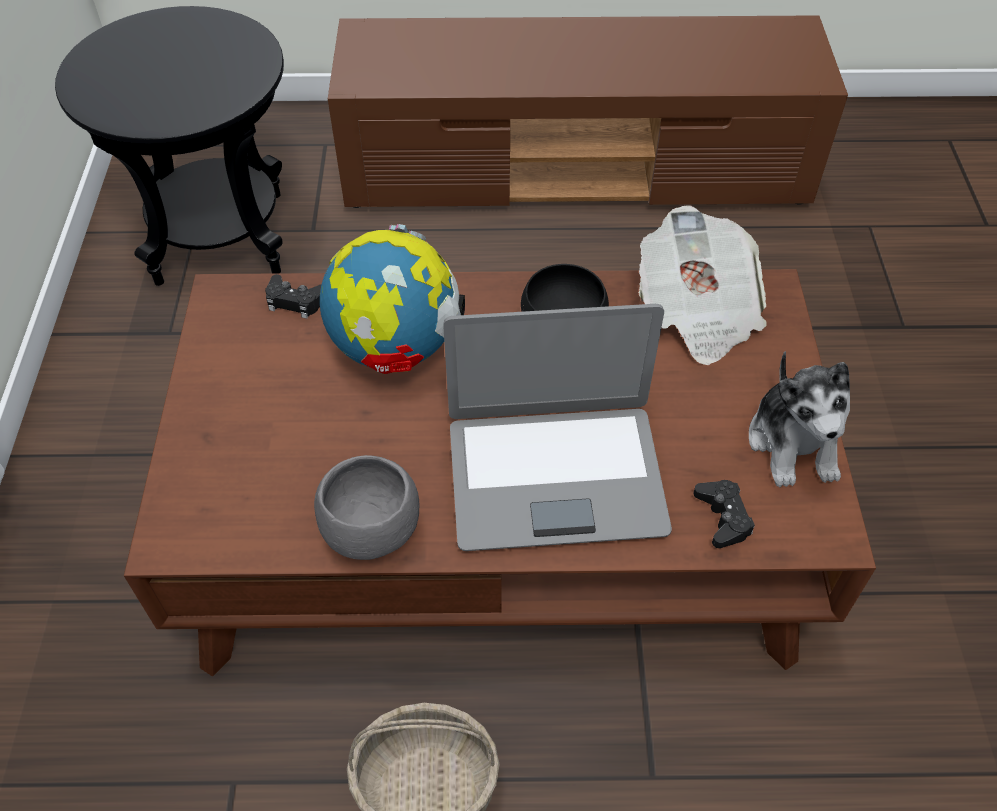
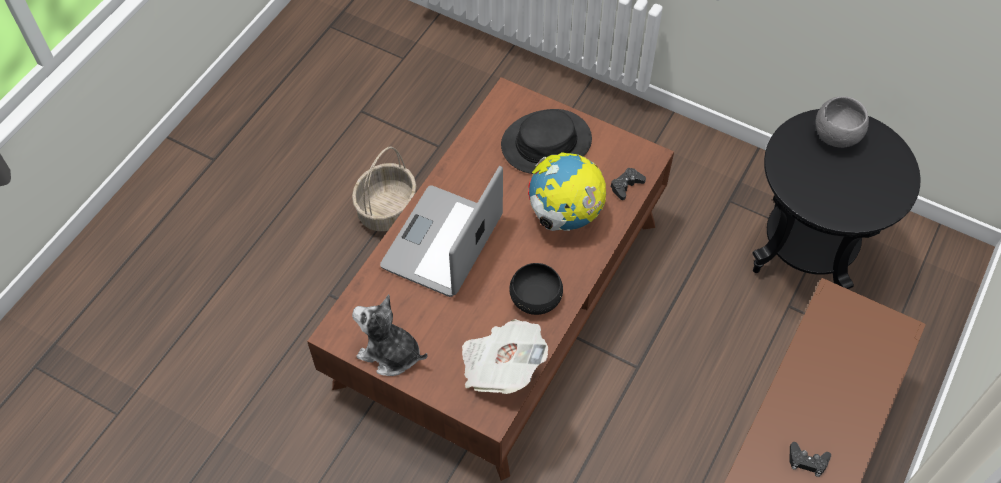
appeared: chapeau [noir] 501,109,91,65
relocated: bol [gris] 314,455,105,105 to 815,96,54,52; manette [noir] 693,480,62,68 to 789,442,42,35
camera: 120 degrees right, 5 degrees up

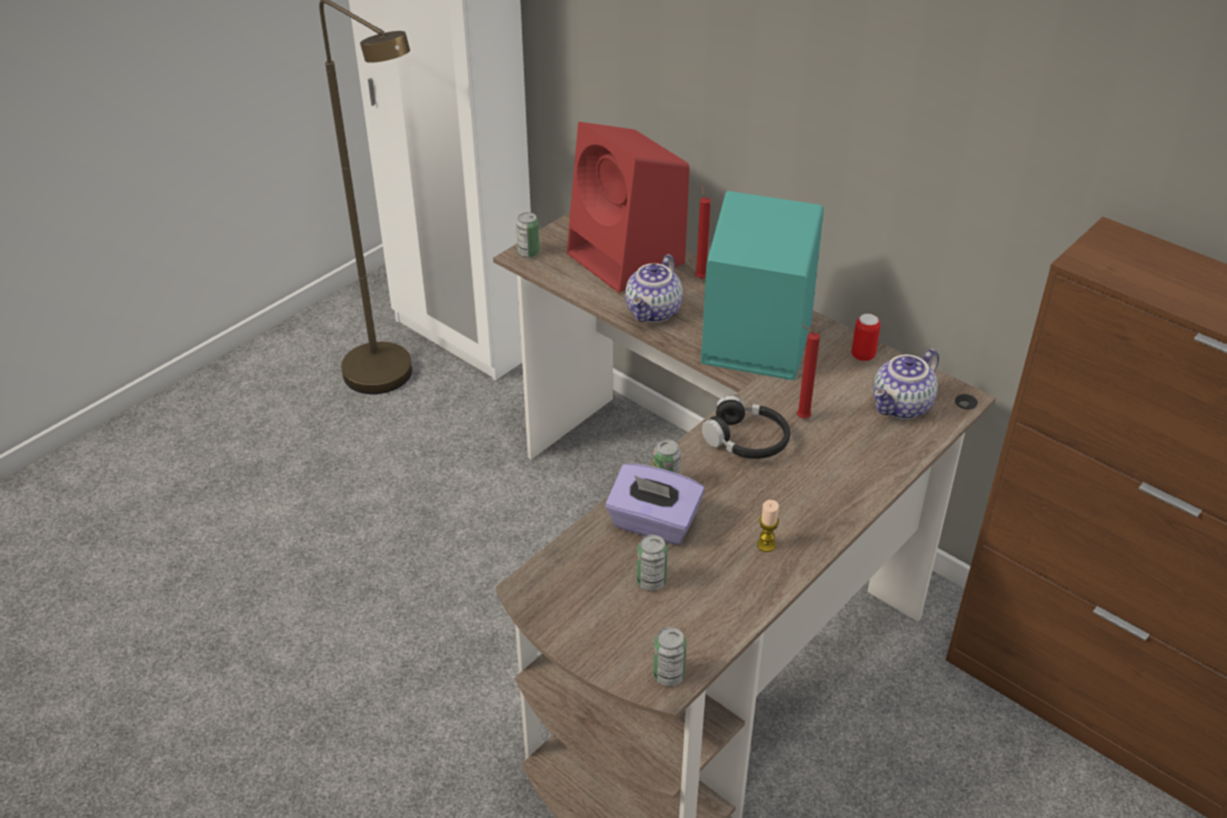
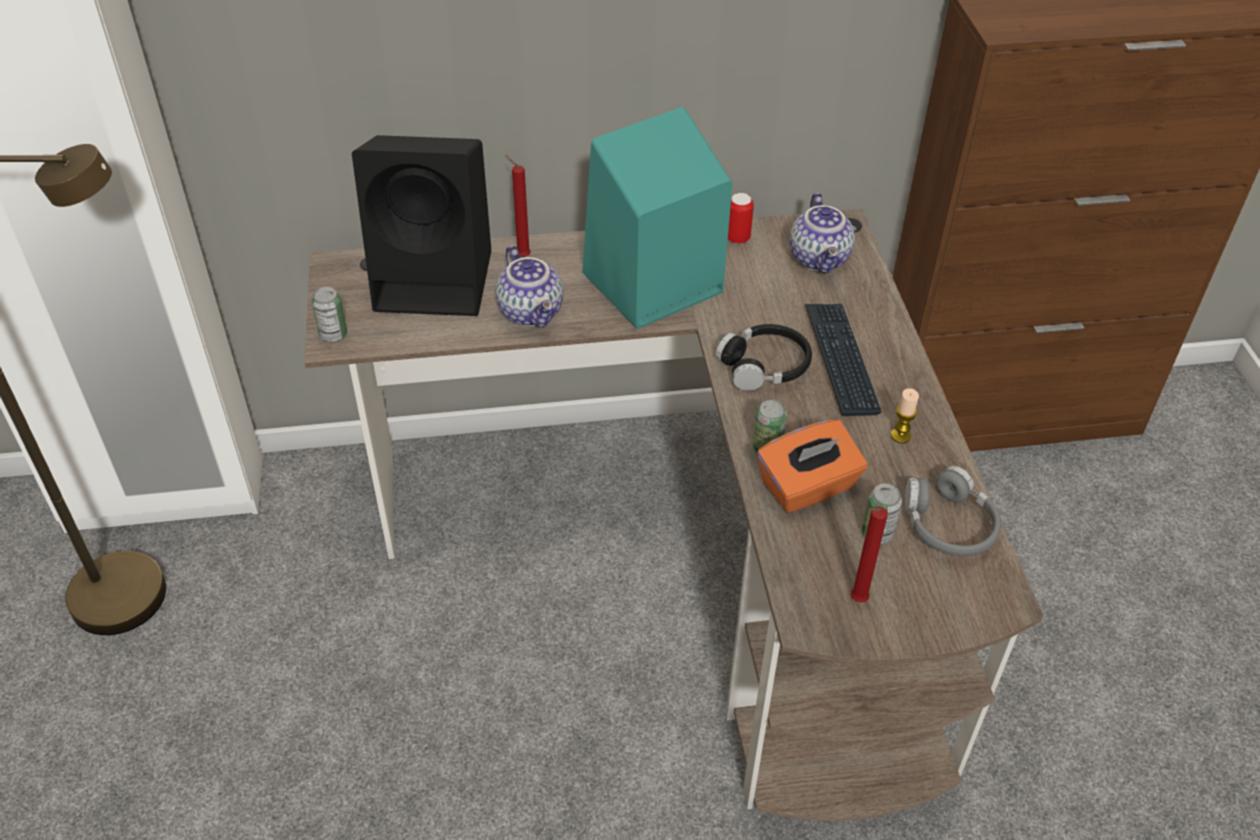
missing: boîte métallique 653,627,34,59
appeared: clavier 805,304,77,112; casque audio [gris] 905,466,96,90
relocated: bougie [rouge] 797,324,23,94 to 851,506,37,97
colour: enceinte [rouge] 567,122,123,171 to enceinte [noir] 352,135,139,181; boîte à mouchoirs [violet] 605,464,100,81 to boîte à mouchoirs [orange] 757,420,110,93
camera: 50 degrees left, 5 degrees up

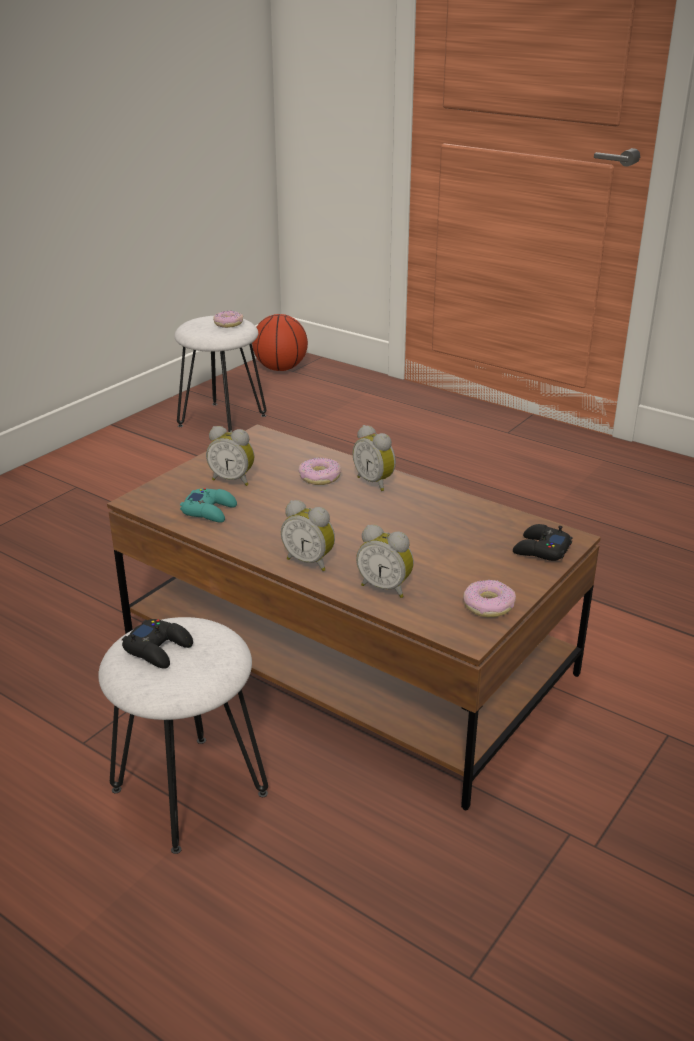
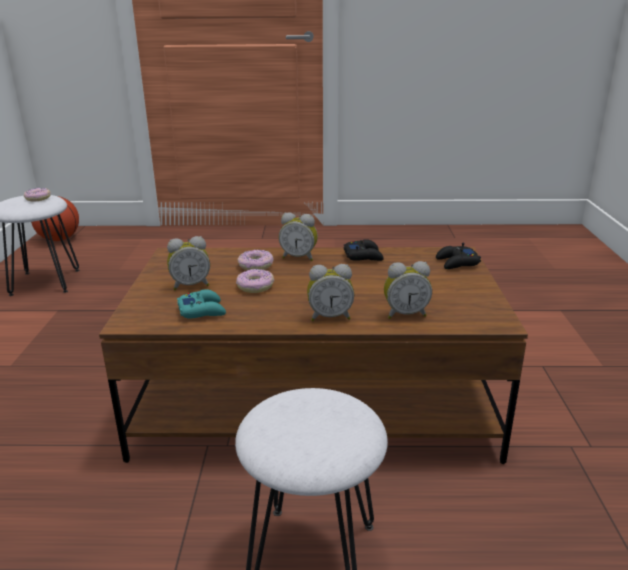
relocated: manette [noir] 122,619,71,50 to 344,239,40,22; beignet 463,580,53,37 to 236,269,38,24
camera: 35 degrees left, 5 degrees down

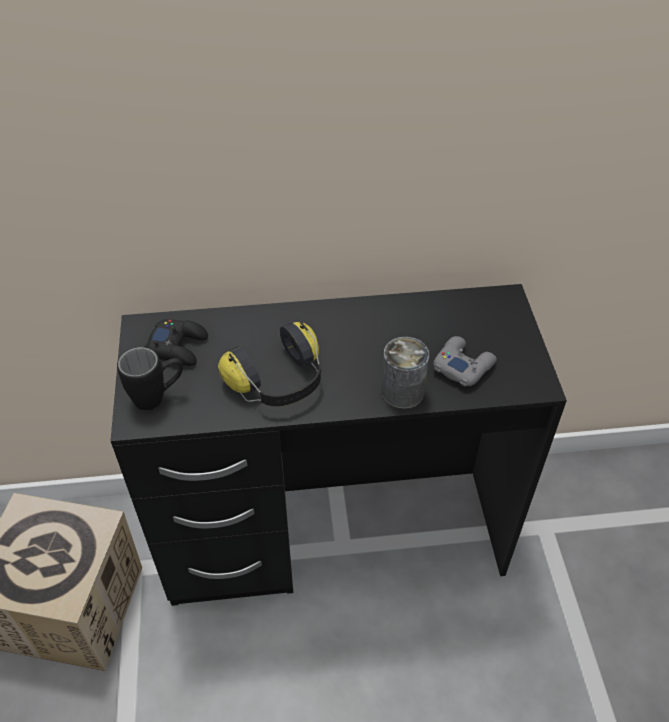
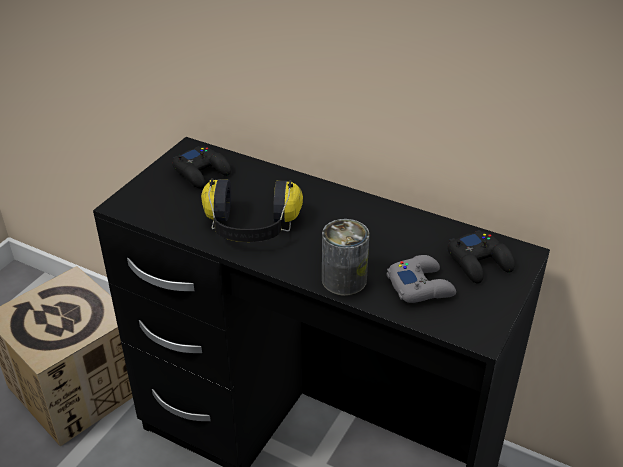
missing: mug [noir] 117,347,66,64
appeared: manette [noir] 447,230,68,54
camera: 35 degrees right, 10 degrees down

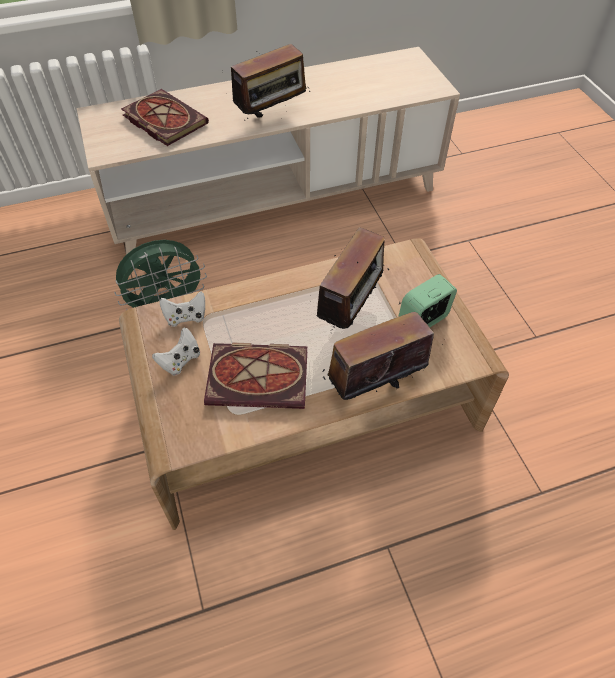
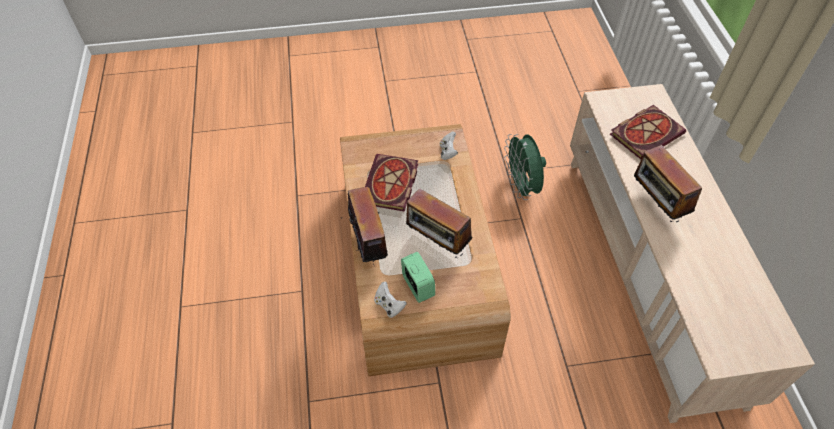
relocated: manette [blanc] 152,328,48,47 to 374,282,33,36
camera: 100 degrees right, 0 degrees up

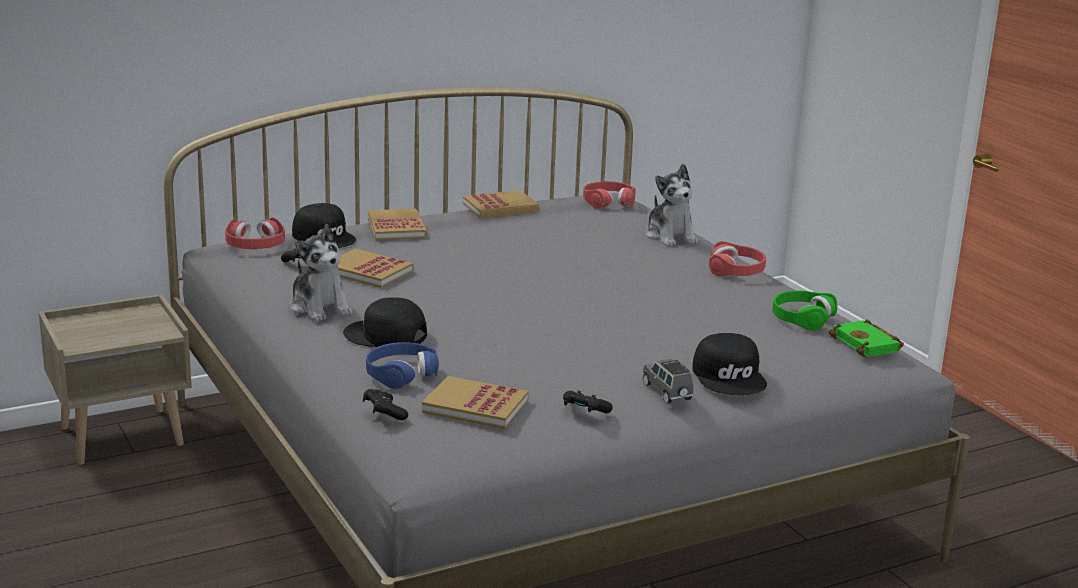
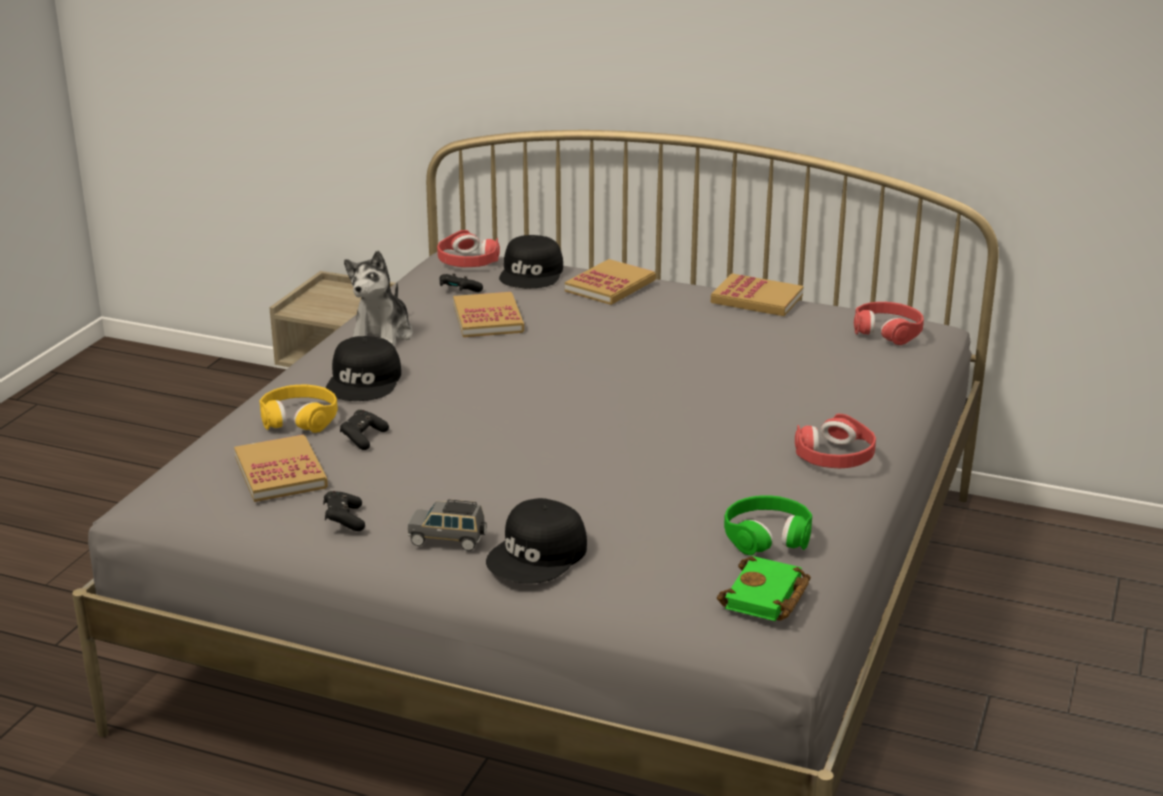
missing: peluche 646,164,52,83
relocated: manette [noir] 363,389,45,31 to 340,410,49,40
colour: casque audio [bleu] 366,342,73,47 to casque audio [jaune] 260,385,78,48
spun: casquette [noir] 343,297,84,50 = 326,336,75,65 150 degrees counterclockwise; petite voiture [gris] 642,359,51,45 = 408,499,79,52 105 degrees counterclockwise
camera: 50 degrees right, 5 degrees up

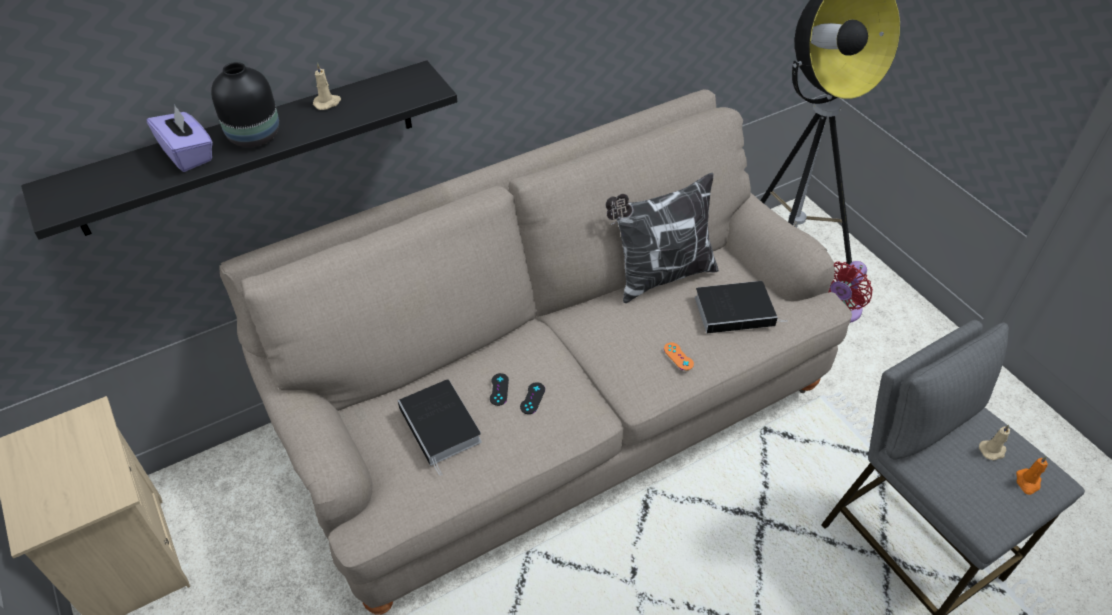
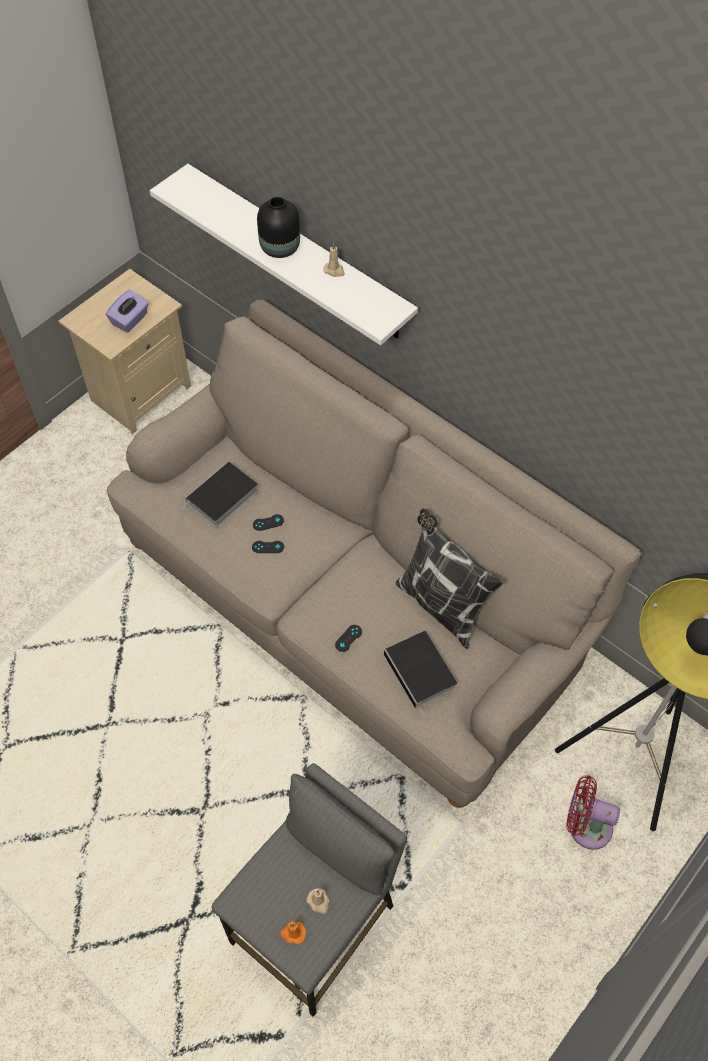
relocated: boîte à mouchoirs [violet] 147,106,66,66 to 106,290,43,43
colour: étagère [noir] 21,60,436,180 to étagère [blanc] 150,164,268,181; manette [orange] 664,342,30,28 to manette [noir] 335,625,27,27
camera: 70 degrees right, 10 degrees up

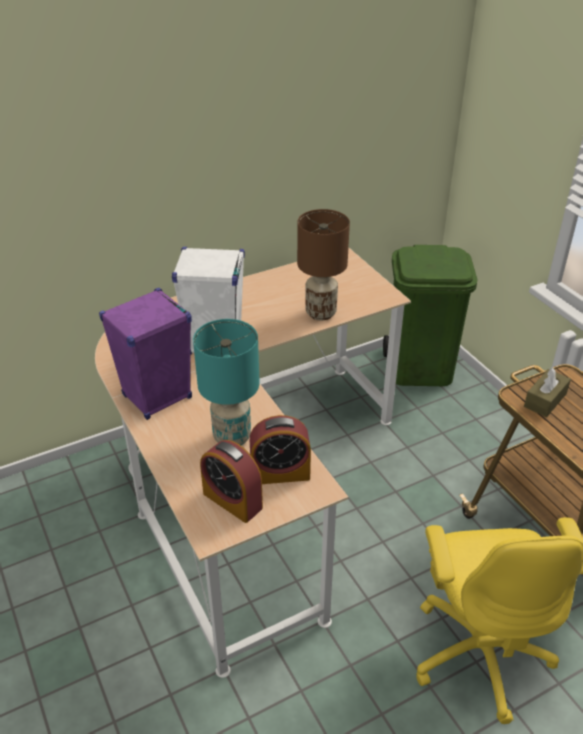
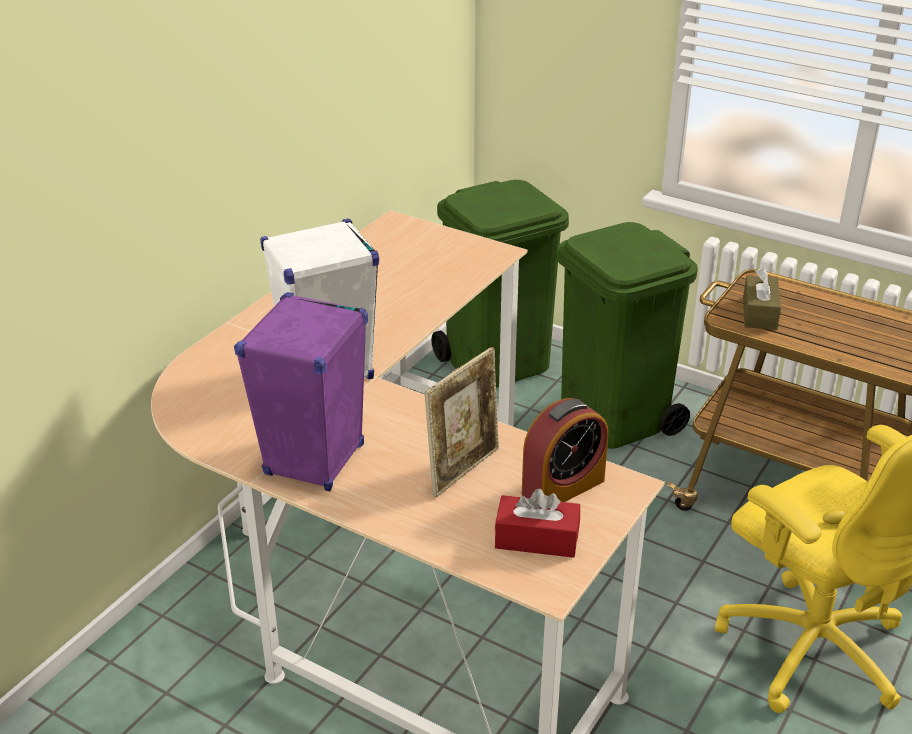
missing: lampe de table [marron] 297,209,53,112
appeared: poubelle [vert] 556,222,142,227
exchanged: lampe de table [turquoise] 193,319,67,126 to cadre photo 425,347,74,150; réveil 200,440,63,83 to boîte à mouchoirs [rouge] 495,488,85,70
camera: 30 degrees left, 5 degrees down

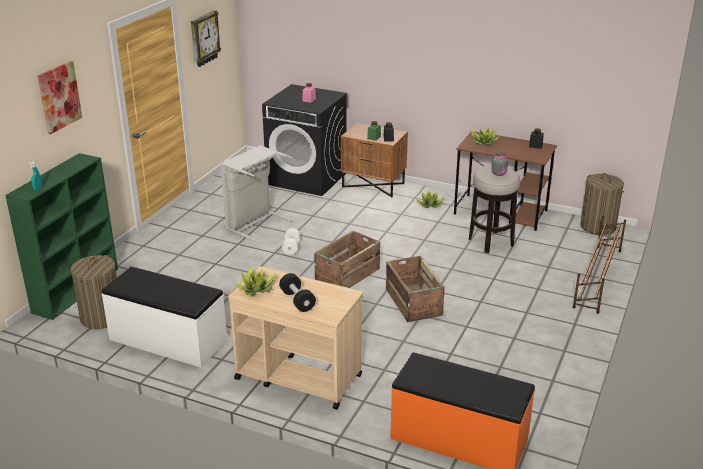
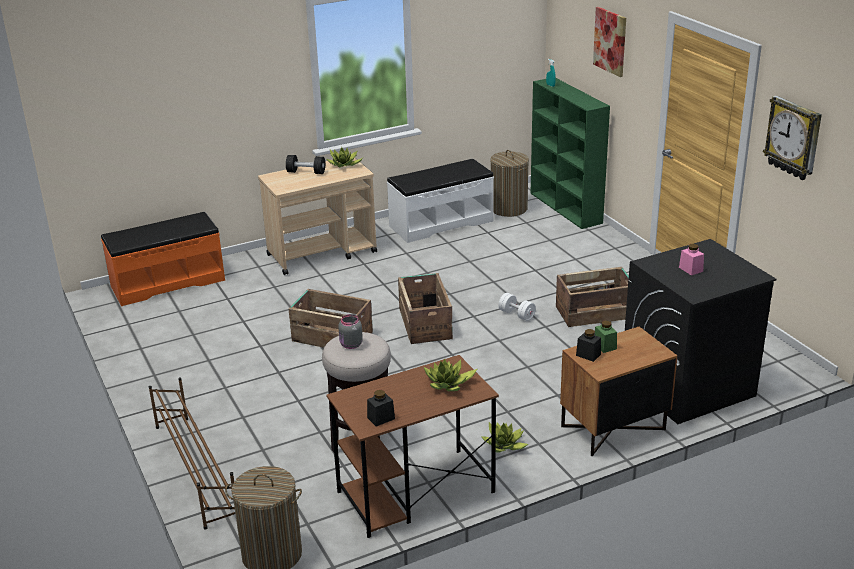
exchanged: panier à linge [gris] 220,145,75,97 to caisse 556,267,73,60
camera: 130 degrees right, 0 degrees up

